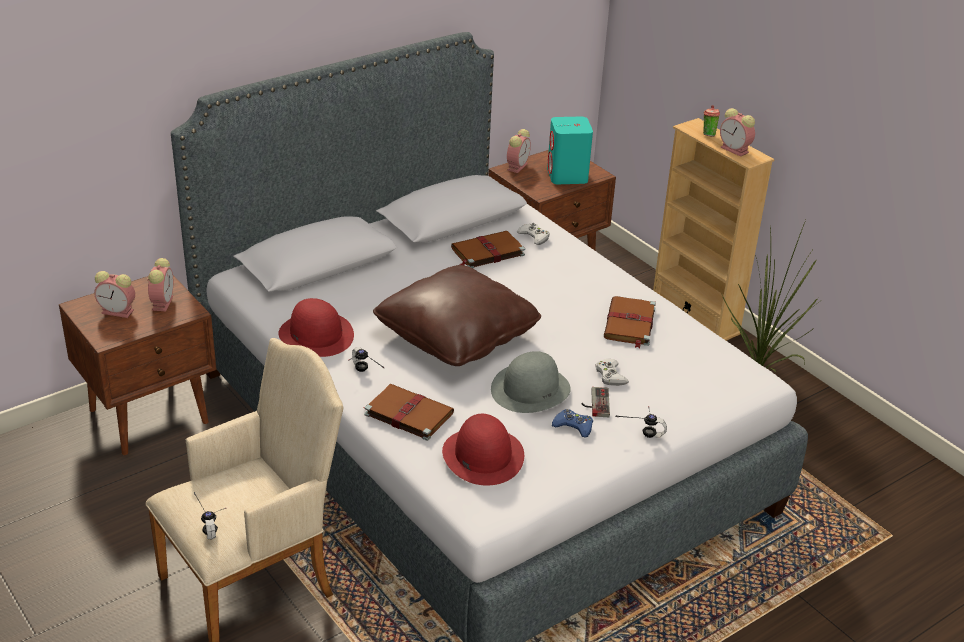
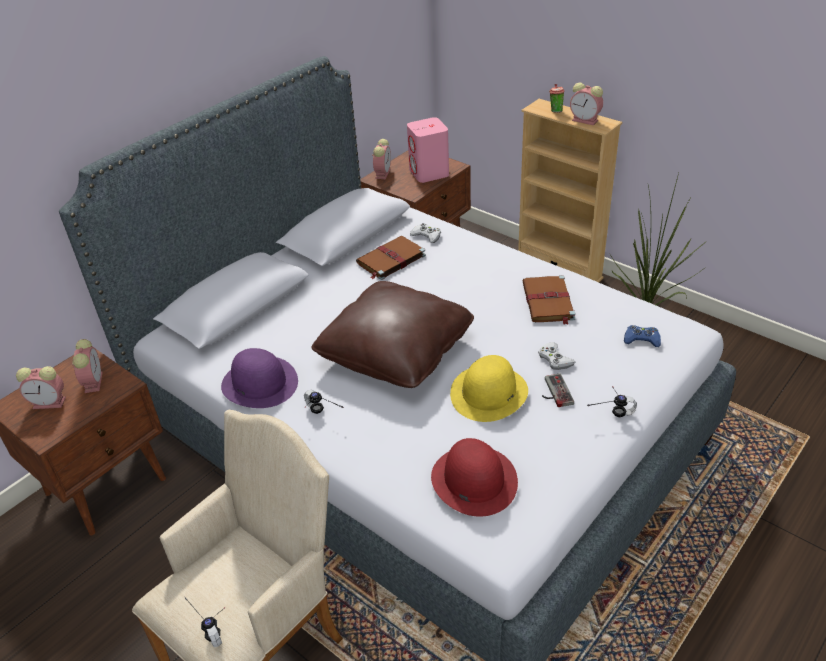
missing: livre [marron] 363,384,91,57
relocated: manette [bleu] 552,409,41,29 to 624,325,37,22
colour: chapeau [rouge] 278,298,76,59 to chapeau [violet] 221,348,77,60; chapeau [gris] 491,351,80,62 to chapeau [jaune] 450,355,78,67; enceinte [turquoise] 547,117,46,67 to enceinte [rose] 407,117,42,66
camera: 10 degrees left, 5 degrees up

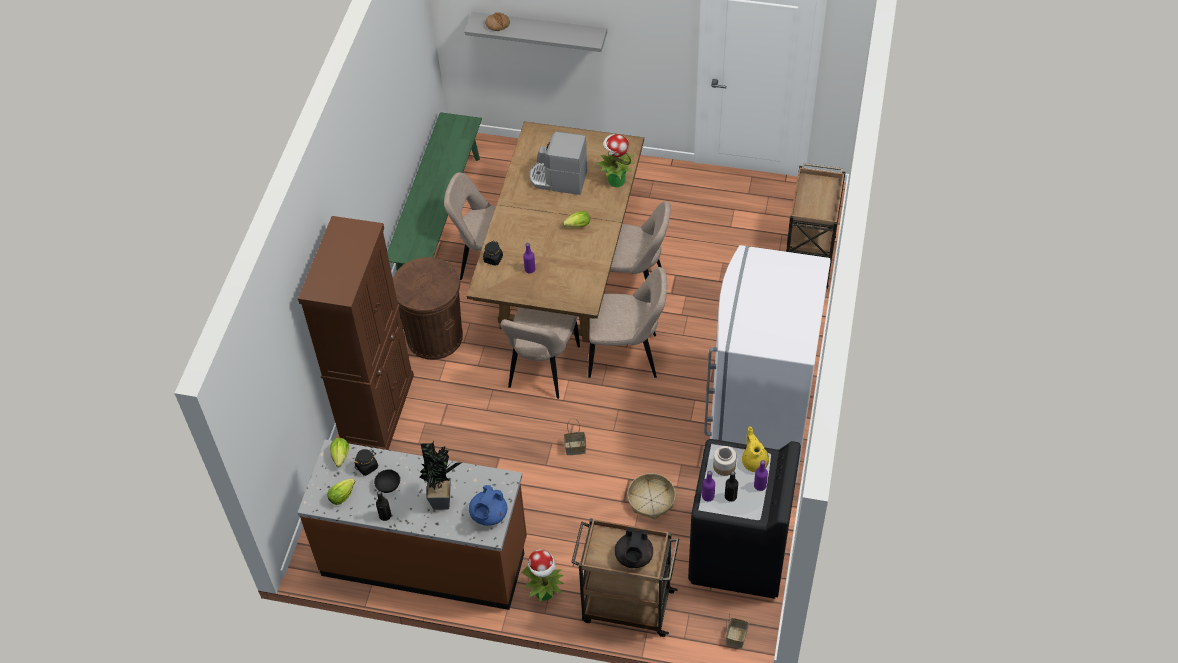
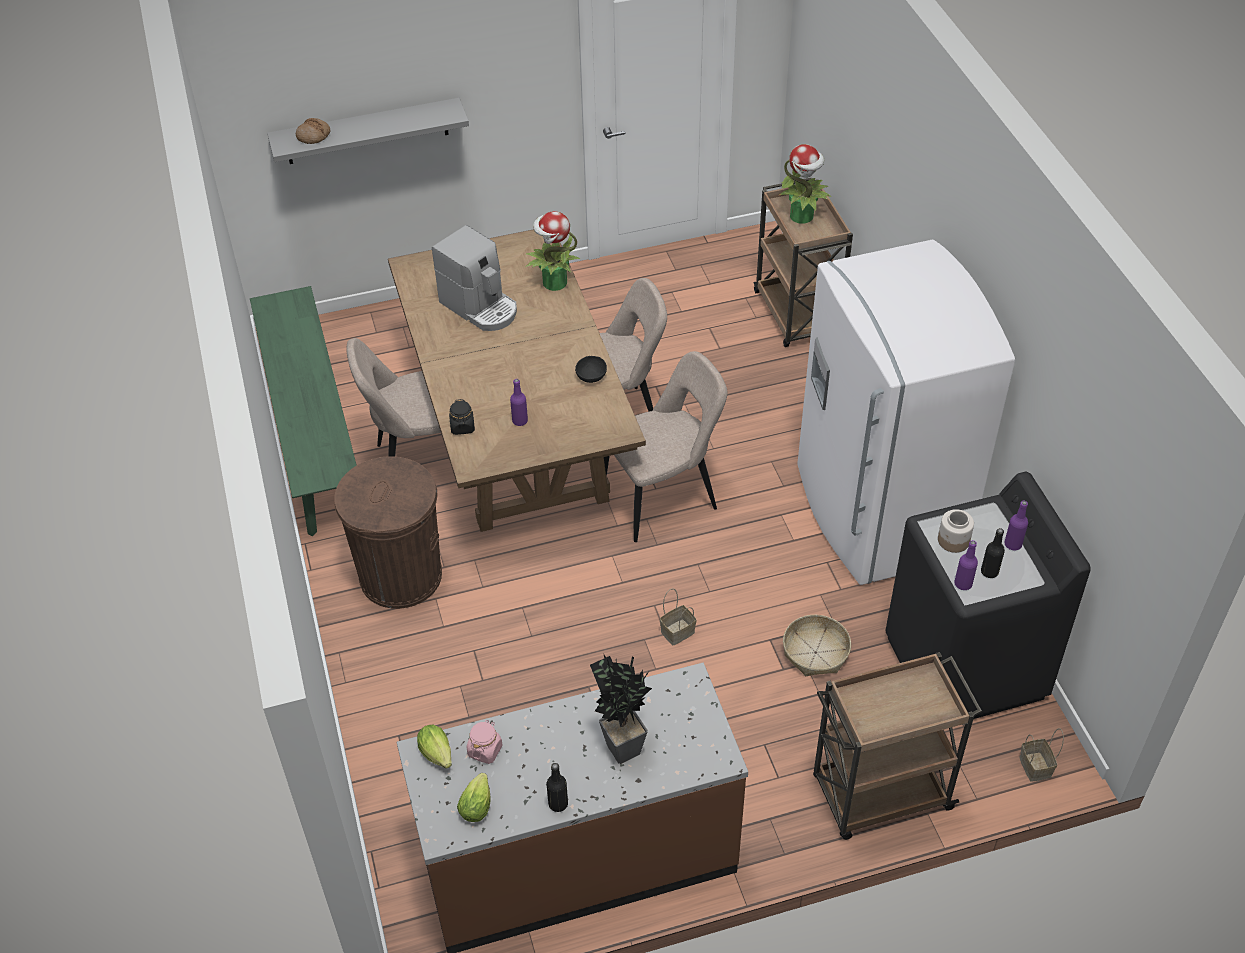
missing: meuble de rangement [marron] 298,216,116,234; théière [bleu] 469,485,38,41; chaise [beige] 501,307,79,92; laitue 563,211,27,17; théière [noir] 614,528,39,40; théière [jaune] 742,426,27,46
relocated: bol [noir] 374,469,26,24 to 575,356,32,27; plante en pot 521,549,43,53 to 779,144,52,80
colour: bocal [noir] 354,449,24,27 to bocal [rose] 467,720,35,44
spun: machine à café 529,131,58,64 = 432,225,85,106 120 degrees counterclockwise
camera: 30 degrees left, 5 degrees down

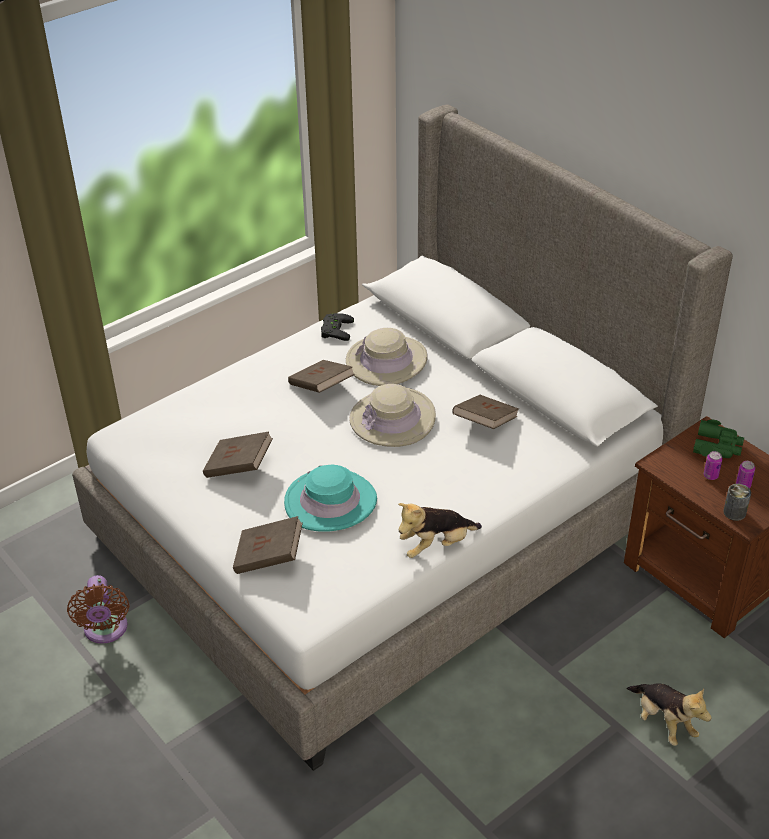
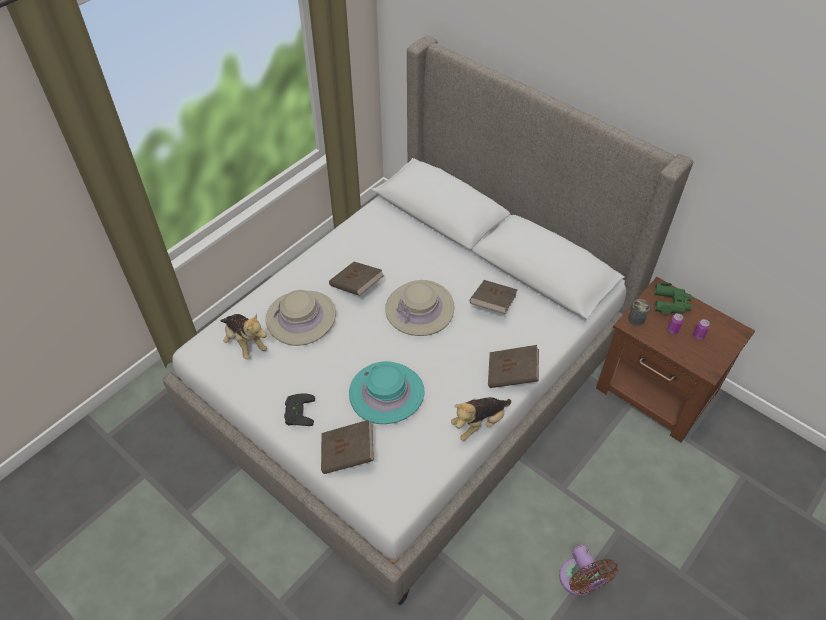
relocated: ventilateur [marron] 67,575,62,69 to 559,545,59,51; livre [marron] 203,431,70,47 to 488,345,51,43; manette [noir] 321,313,33,28 to 284,393,31,33; chapeau [beige] 346,328,82,58 to 265,290,71,56; peluche 627,683,85,63 to 221,314,46,45; boîte métallique 723,484,28,37 to 628,299,22,27
camera: 10 degrees left, 10 degrees up

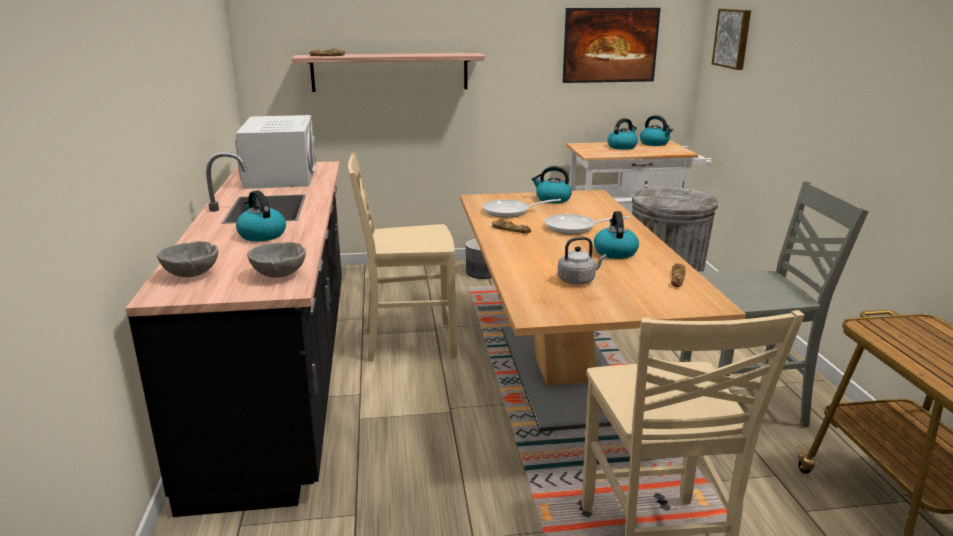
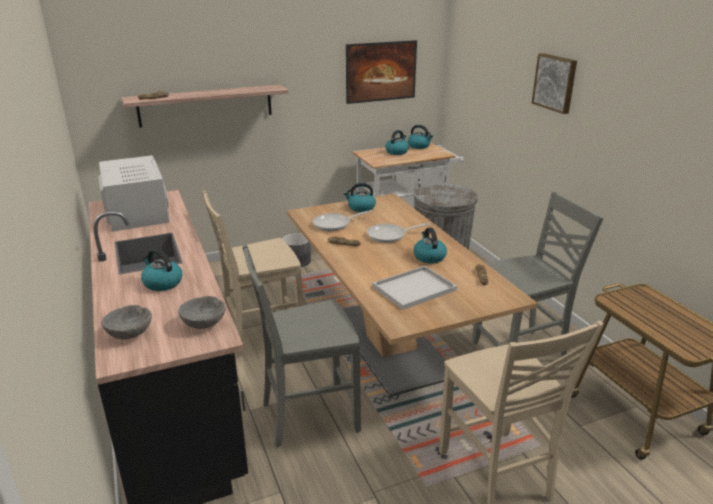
appeared: chaise [gris] 243,245,118,202
relocated: tableau 712,9,39,61 to 532,53,45,61
exchanged: bouilloire [gris] 558,237,49,48 to plateau [blanc] 373,266,84,44
camera: 15 degrees left, 5 degrees up

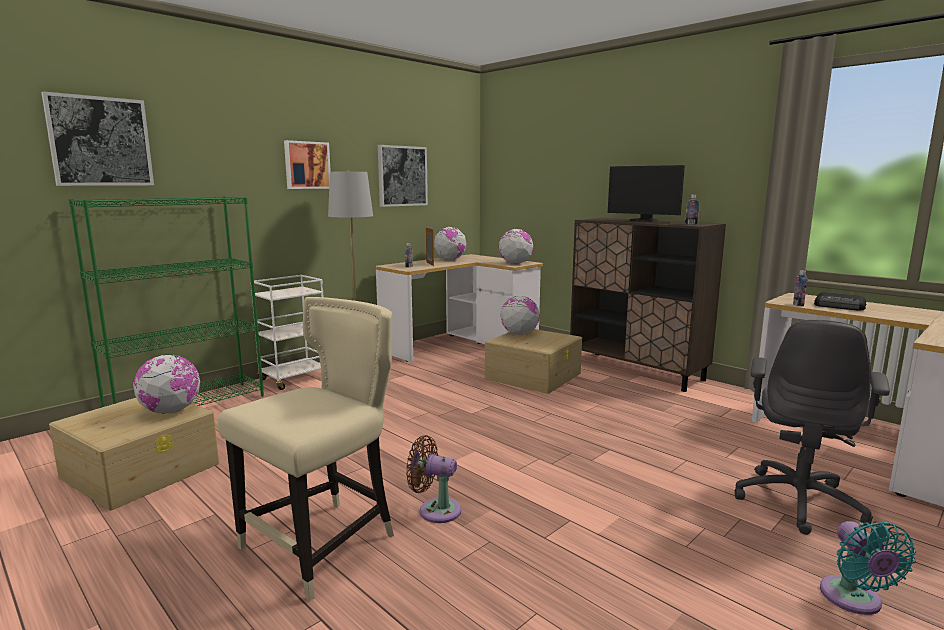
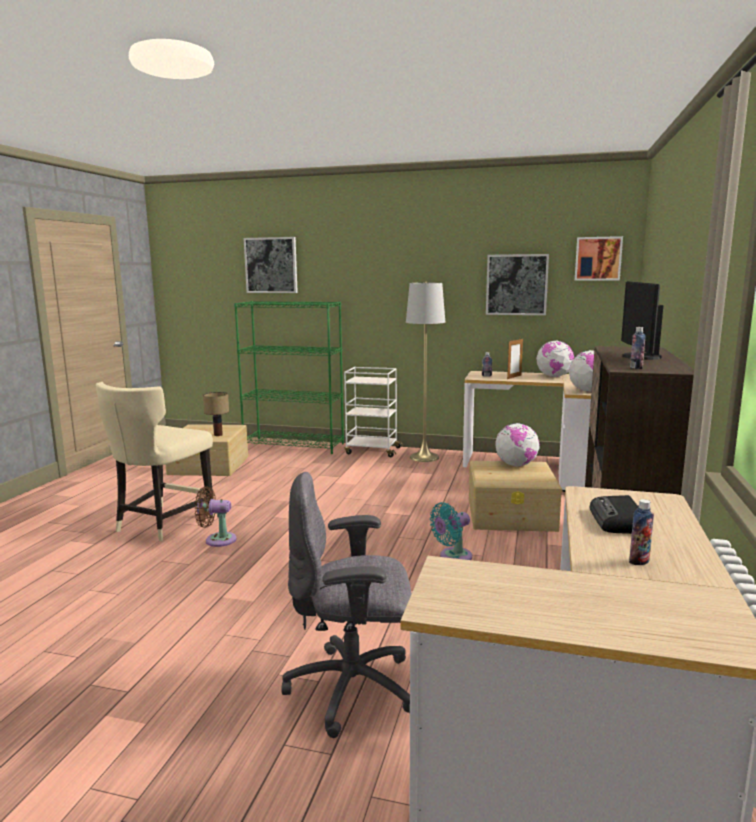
relocated: tableau 284,140,47,49 to 575,236,48,45; bouteille 793,271,15,35 to 629,499,25,66; ventilateur [turquoise] 820,521,96,94 to 430,502,42,58
exchanged: globe 133,354,67,60 to lampe de table 203,392,26,44
spun: chaise [beige] 217,297,177,304 = 96,382,118,159 105 degrees clockwise; ventilateur [marron] 406,435,55,88 = 195,486,42,61 75 degrees counterclockwise
camera: 60 degrees right, 0 degrees up

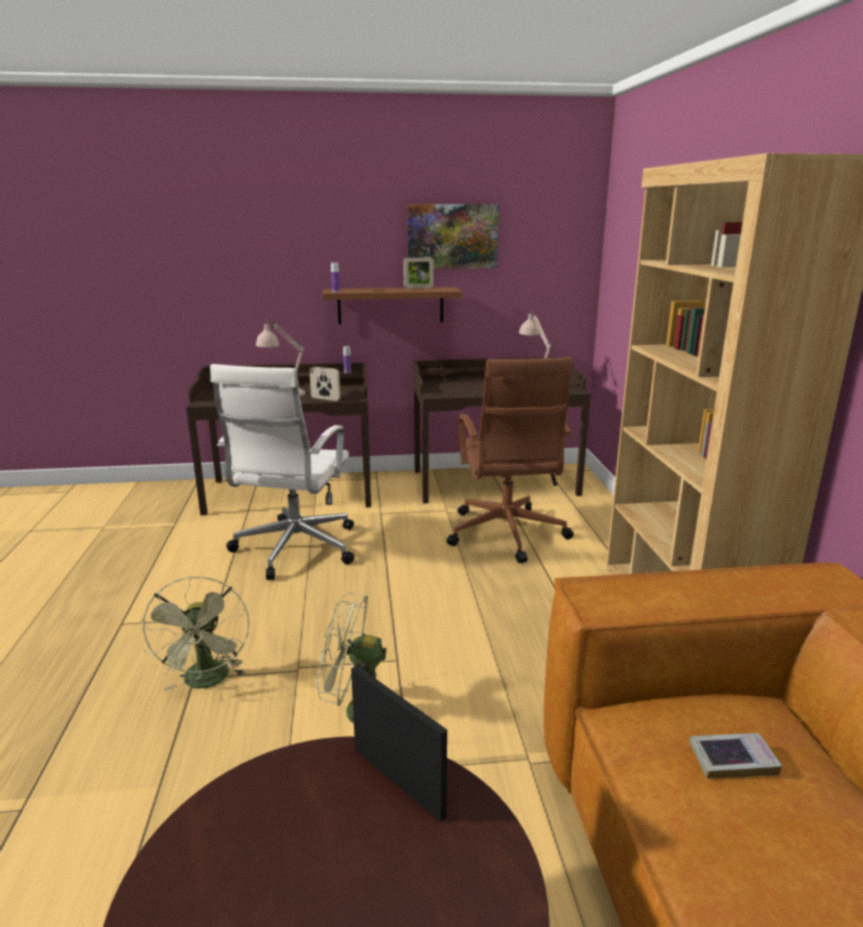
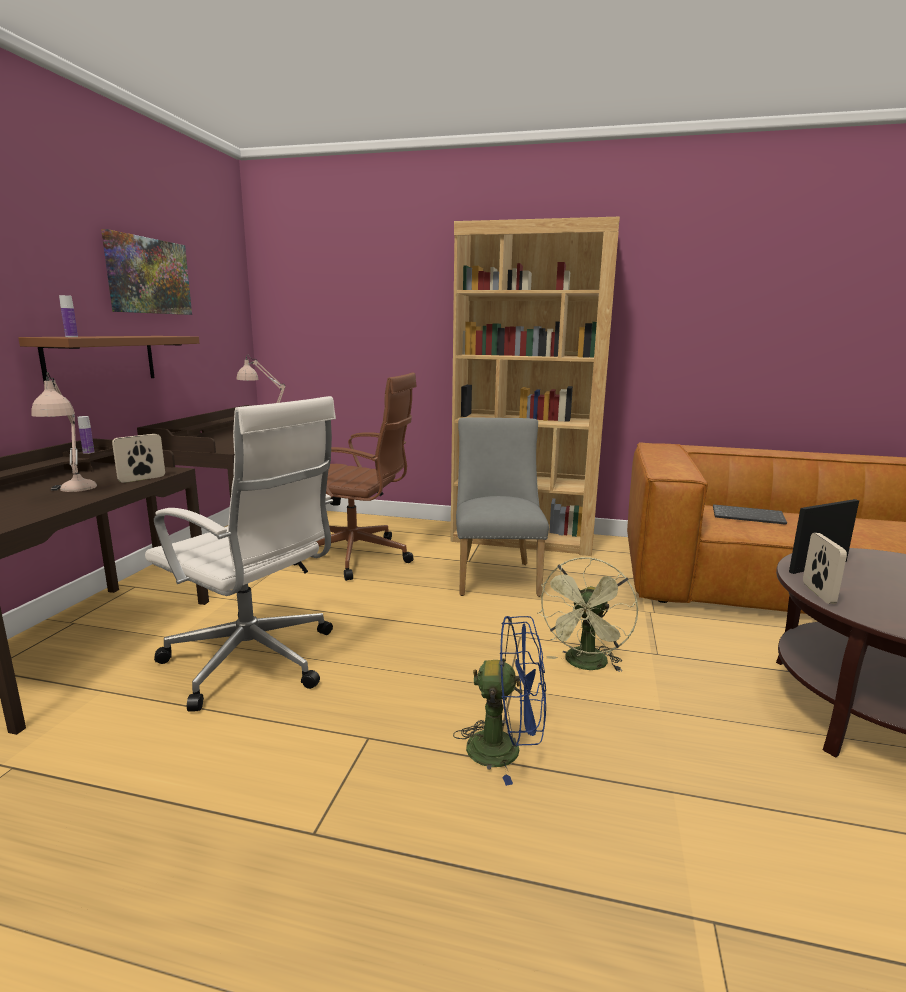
appeared: chaise [gris] 456,417,93,180
relocated: cadre photo 404,257,30,32 to 803,533,44,71
exchanged: livre 689,733,93,46 to clavier 713,504,74,21
colour: ventilateur [vert] 140,576,109,115 to ventilateur [bleu] 453,616,93,170
camera: 70 degrees left, 5 degrees down

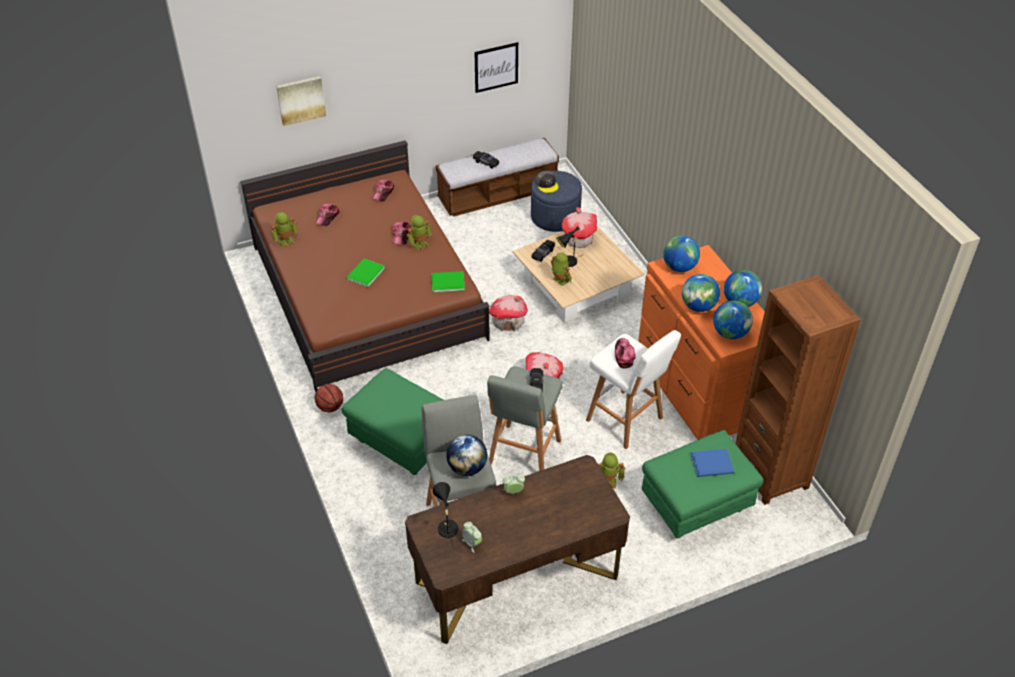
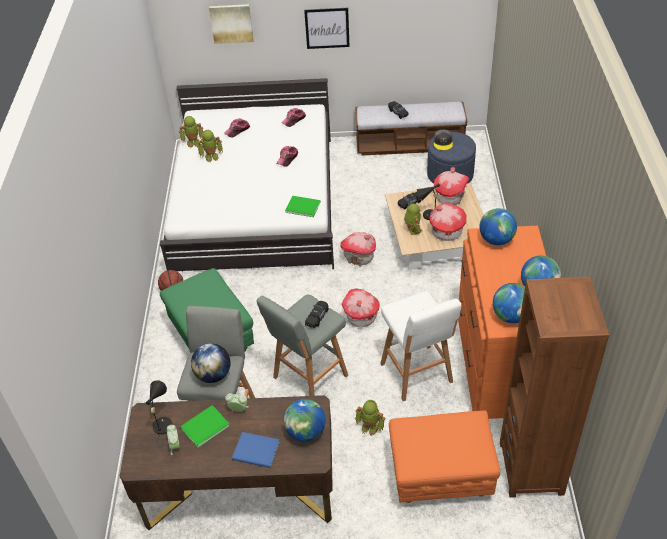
missing: casquette 615,338,21,31
appeared: maison miniature 430,202,36,39
relocated: livre [vert] 346,258,39,29 to 180,405,50,43; robot jouet 406,215,26,36 to 197,130,26,32; tableau 475,42,43,51 to 304,8,46,41; globe 682,274,38,38 to 284,399,42,43; livre [bleu] 690,449,44,28 to 232,432,48,36
colour: lit [marron] 240,140,250,252 to lit [blanc] 160,78,174,194; pouf [vert] 642,430,121,108 to pouf [orange] 389,411,111,92
camera: 25 degrees right, 0 degrees up

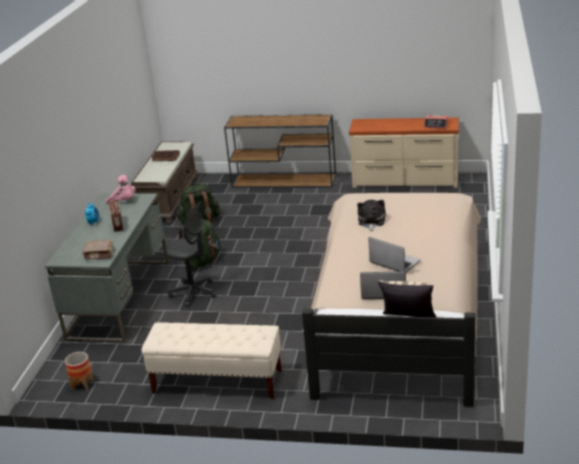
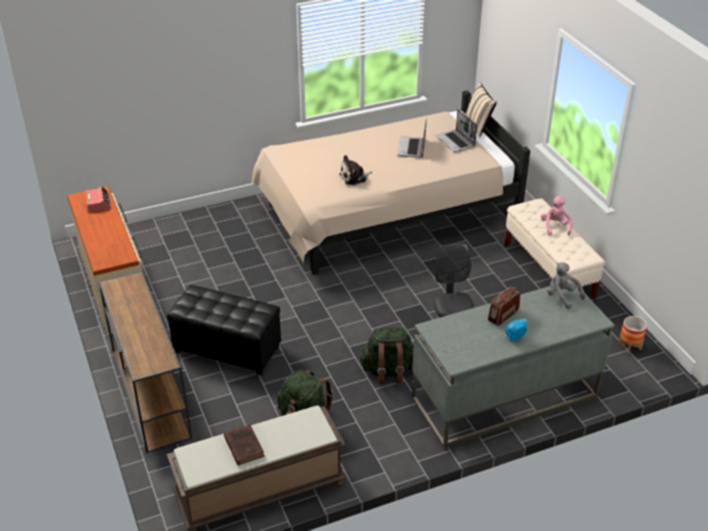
appeared: pouf [noir] 167,285,114,90
relocated: peluche [rose] 106,175,30,29 to 541,196,31,40
exchanged: livre [marron] 83,239,30,20 to peluche [gris] 547,262,39,47
camera: 125 degrees left, 10 degrees up

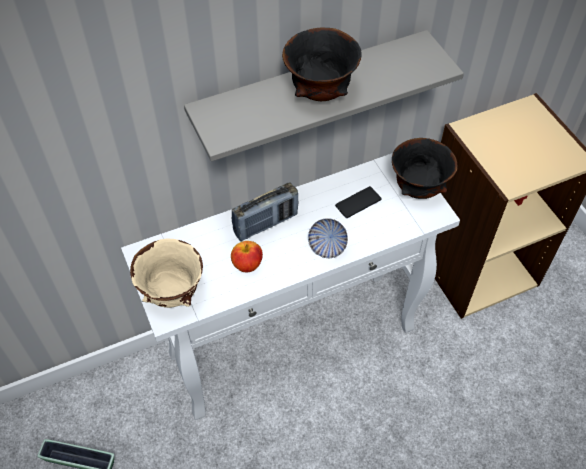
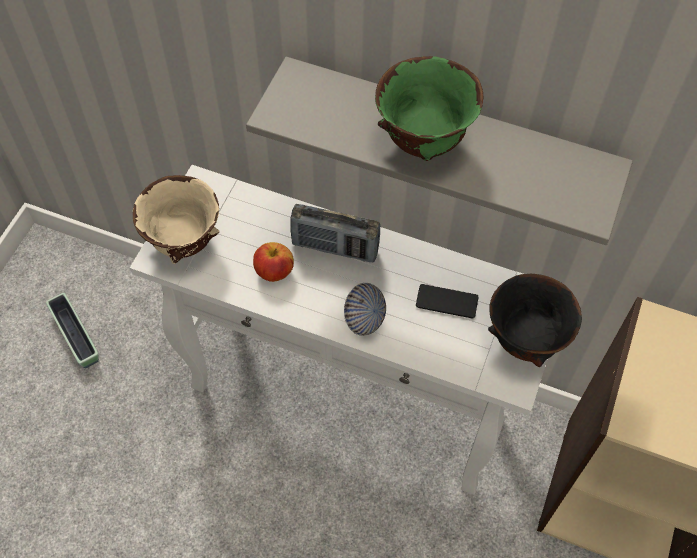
colour: bol [noir] 282,27,80,74 to bol [vert] 375,56,108,105
camera: 45 degrees right, 5 degrees up

